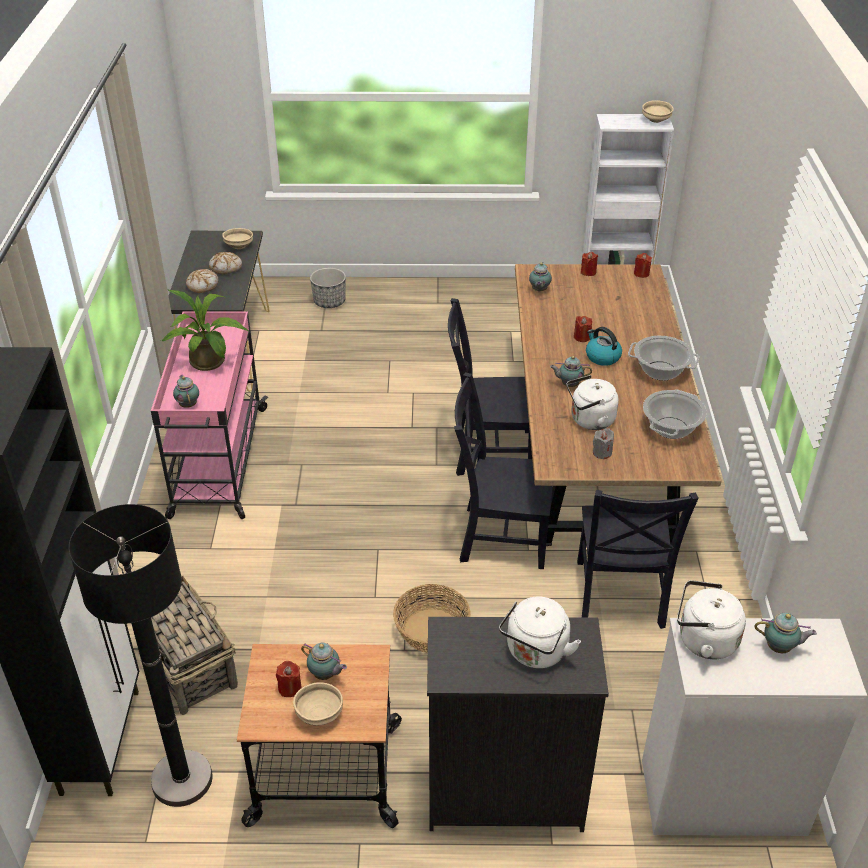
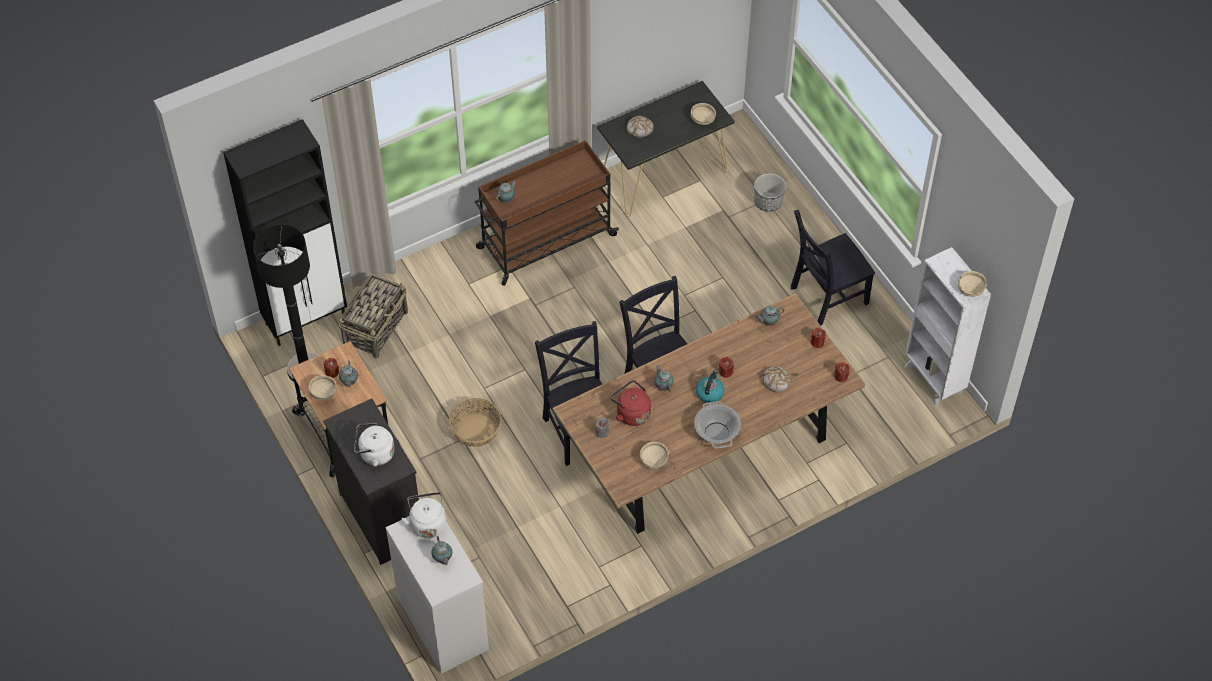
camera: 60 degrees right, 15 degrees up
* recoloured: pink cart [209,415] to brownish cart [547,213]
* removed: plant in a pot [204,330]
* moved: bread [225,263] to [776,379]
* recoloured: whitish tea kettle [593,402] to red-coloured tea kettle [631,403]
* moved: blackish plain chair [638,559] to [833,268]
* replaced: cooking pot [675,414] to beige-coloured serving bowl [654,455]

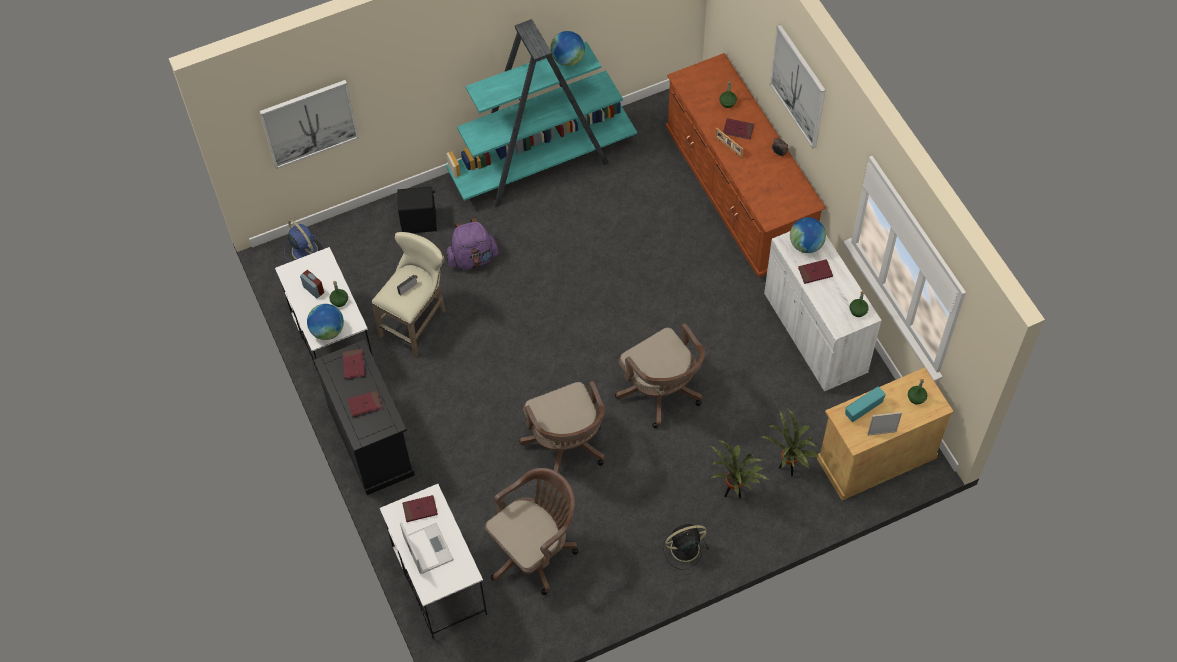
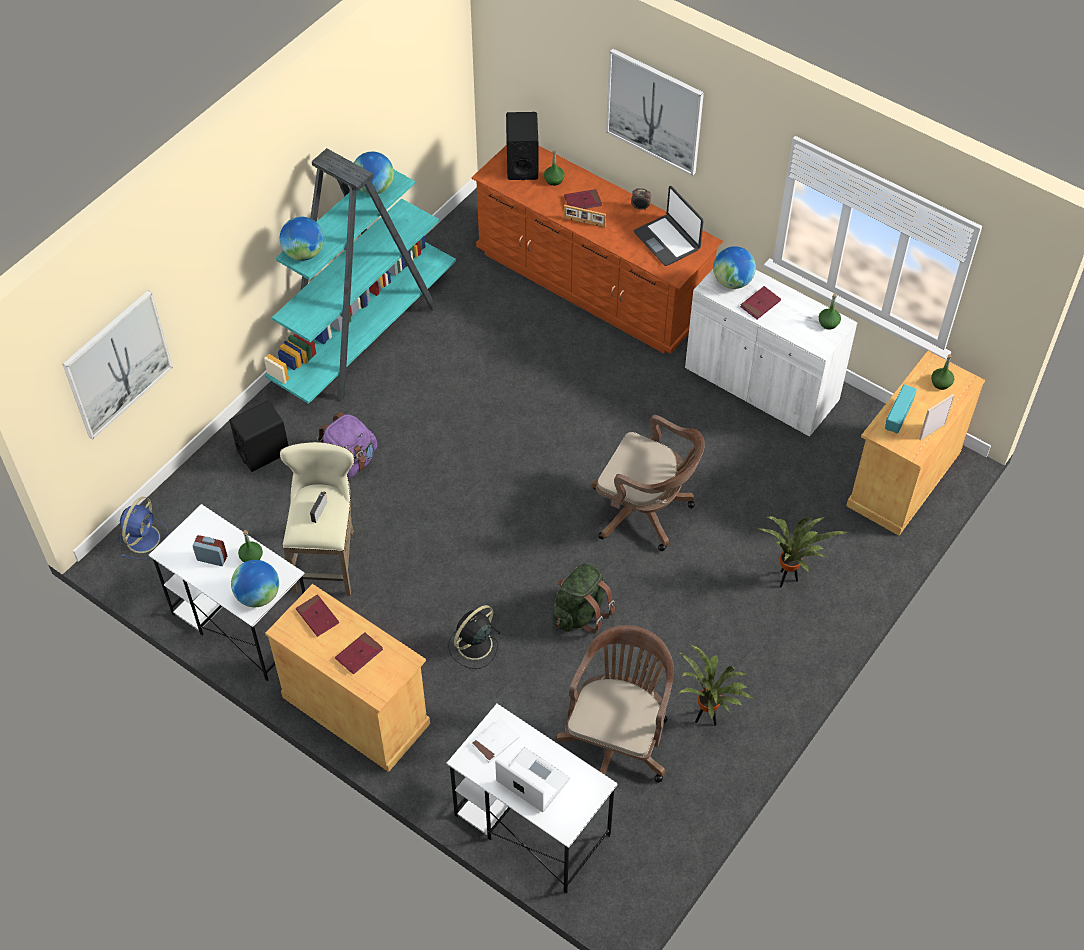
camera: 30 degrees left, 5 degrees down
* turned: blue cooling fan [304,240] = [144,528] 90 degrees clockwise
* recoloured: blackish cabinet [364,417] to beige-coloured cabinet [347,678]
* recoloured: red-coloured volume [420,508] to whitish volume [495,740]
* replaced: brownish office chair [562,426] to green knapsack [584,598]
* moved: blackish cooling fan [686,547] to [474,637]
* moved: plant in a pot [790,443] to [716,685]
* added: desk globe [302,239]
* added: blackish speaker [522,146]
* added: laptop [668,226]

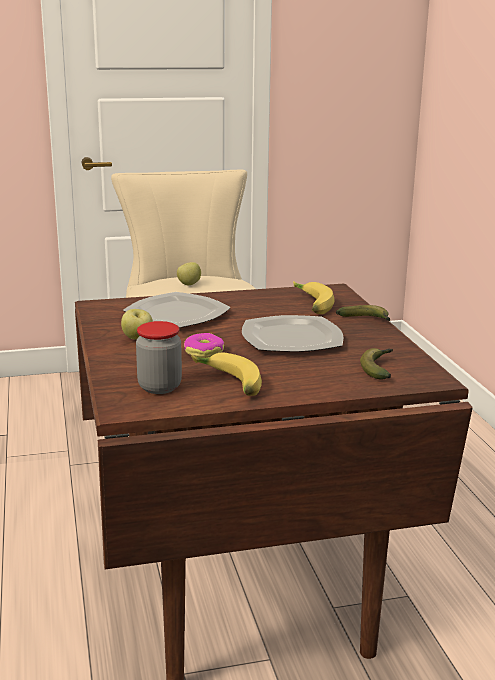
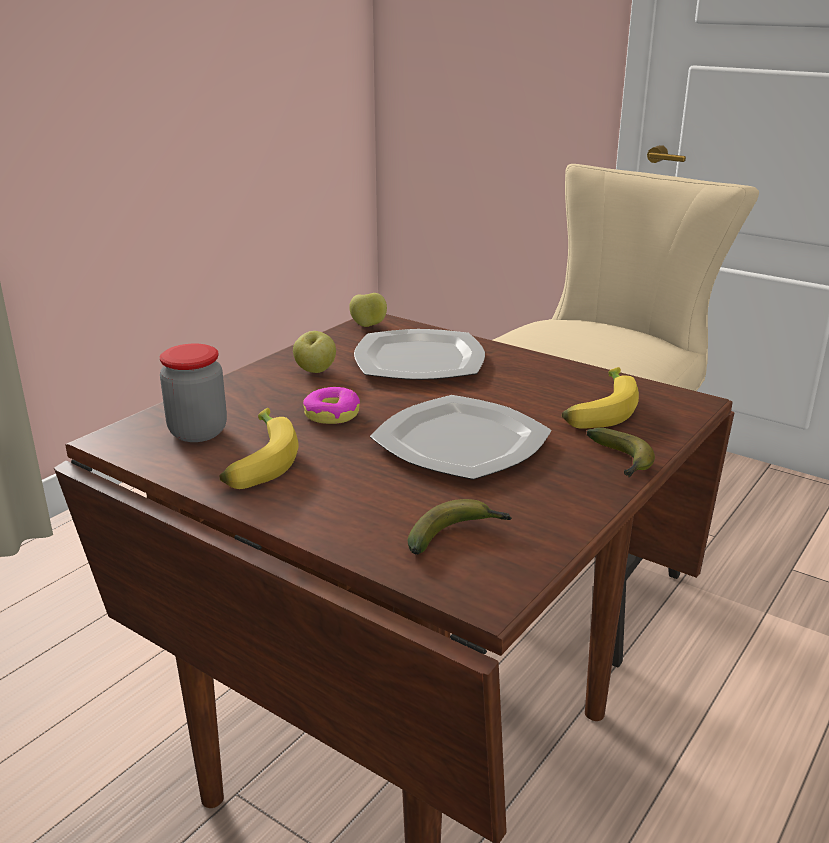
camera: 50 degrees right, 5 degrees up
* moved: apple [189,273] to [368,310]

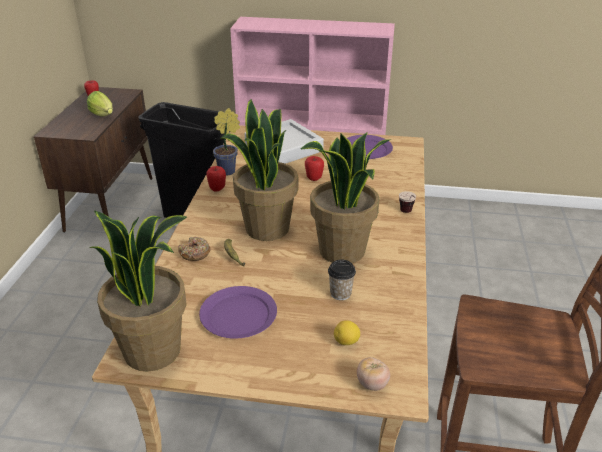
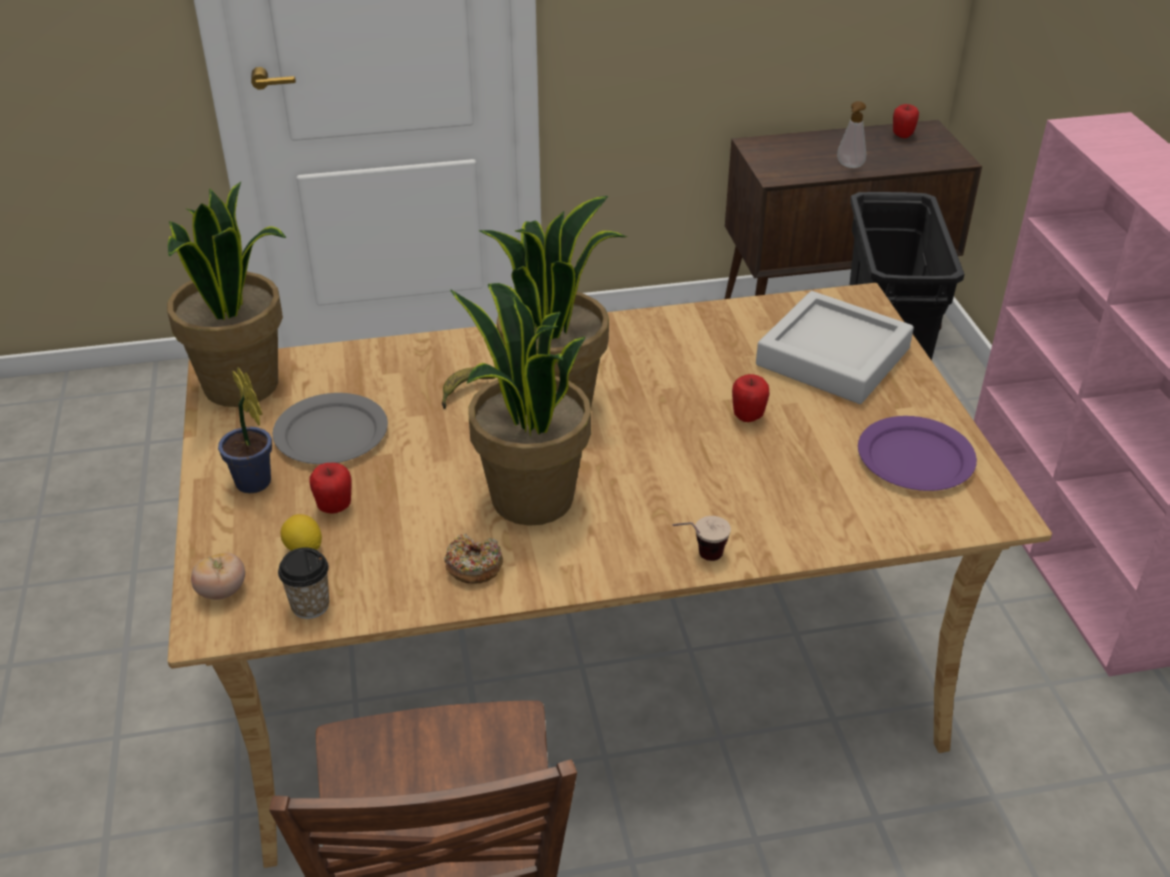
camera: 70 degrees right, 5 degrees up
* replaced: lettuce [100,103] to soap dispenser [851,134]
* moved: donut [194,249] to [473,558]
* recoloured: purple-coloured plate [238,312] to greyish plate [330,428]
* moved: apple [216,179] to [330,488]
* moved: plant in a pot [226,142] to [245,429]
* moved: drinking cup [342,280] to [303,583]

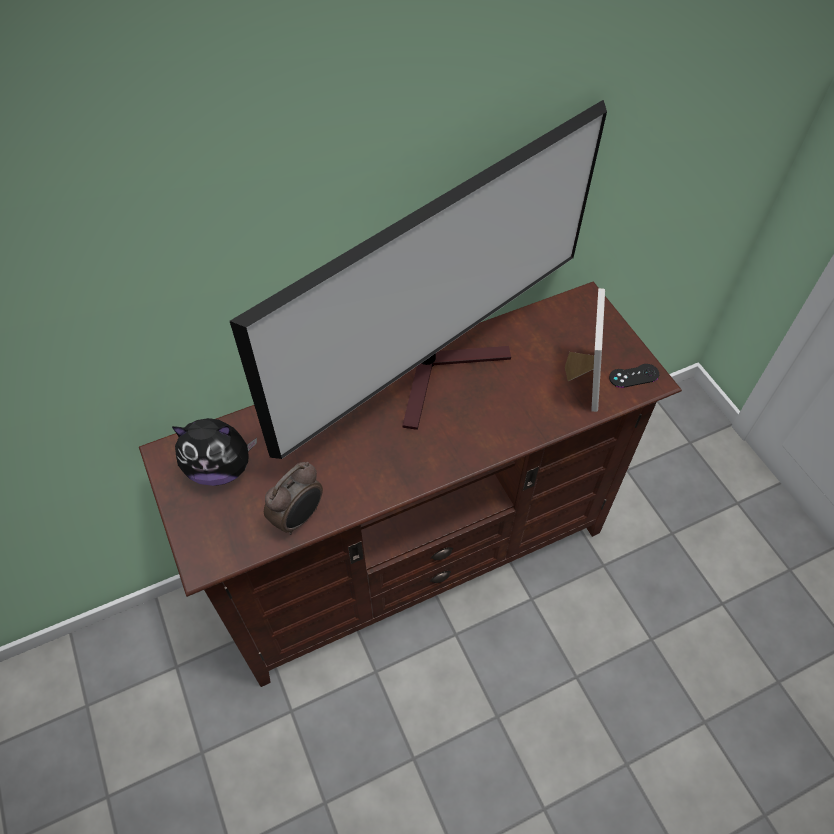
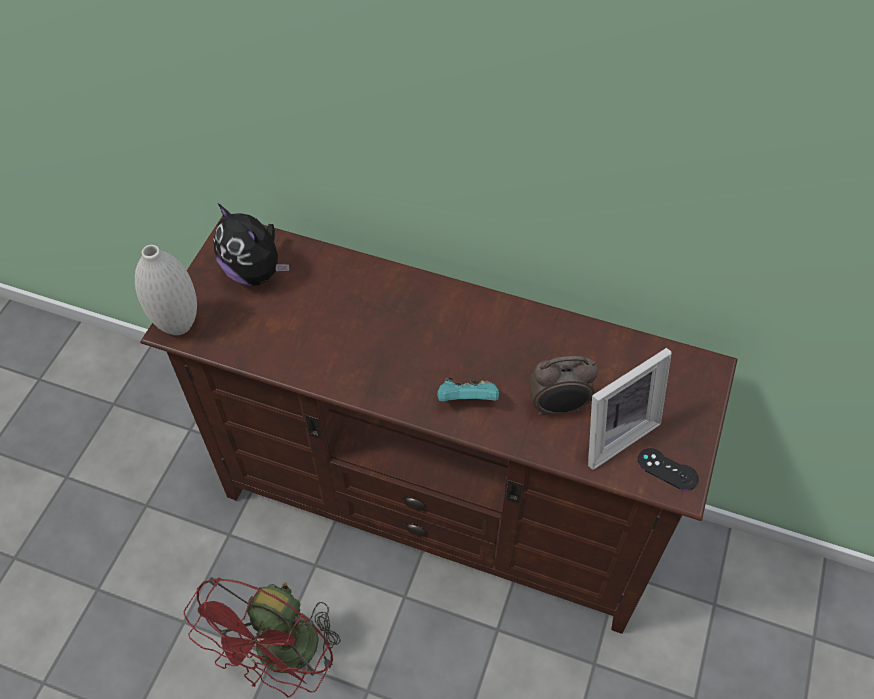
camera: 45 degrees right, 0 degrees up
* removed: TV [418,279]
* moved: bedside clock [293,498] to [563,385]
* added: whitish vase [166,290]
* added: red-coloured cooling fan [262,637]
* added: turquoise-coloured game controller [468,390]

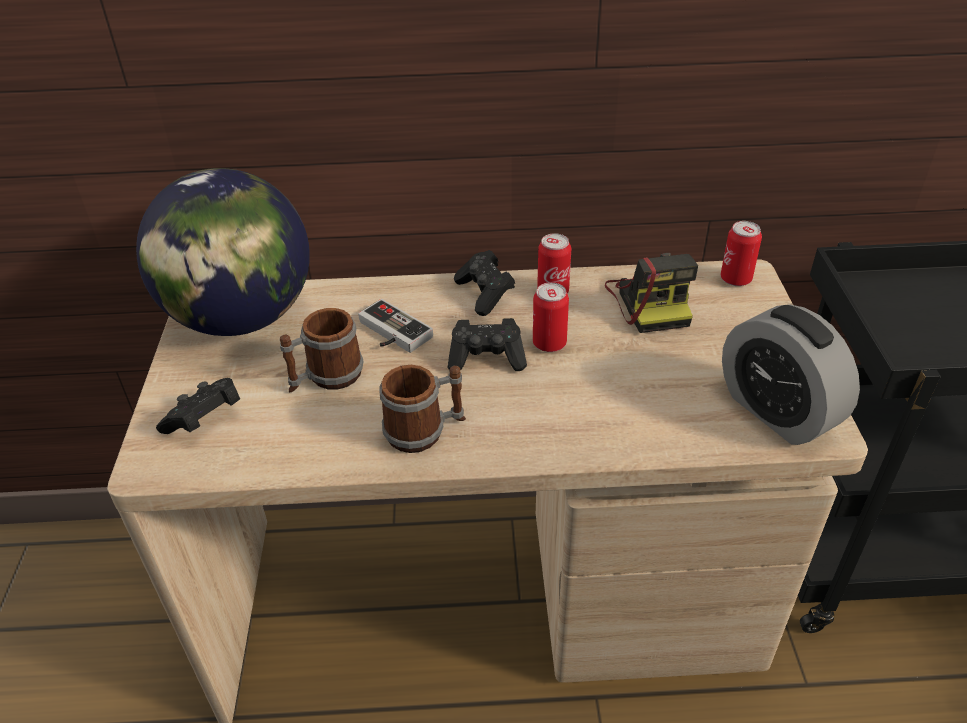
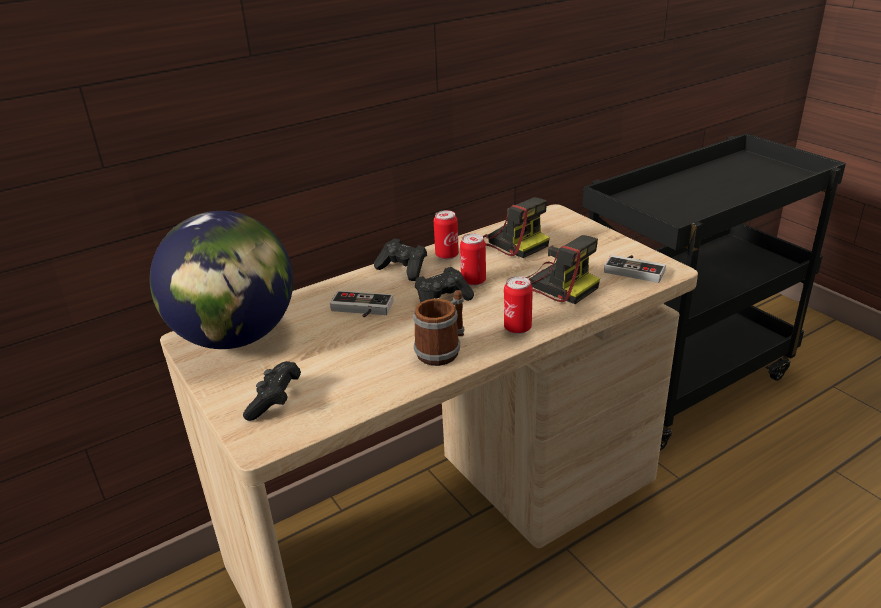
camera: 30 degrees left, 10 degrees down
* removed: mug [321,350]
* moved: sealed can [741,253] to [518,305]
* replaced: bedside clock [791,374] to game controller [635,269]
* added: still camera [563,269]

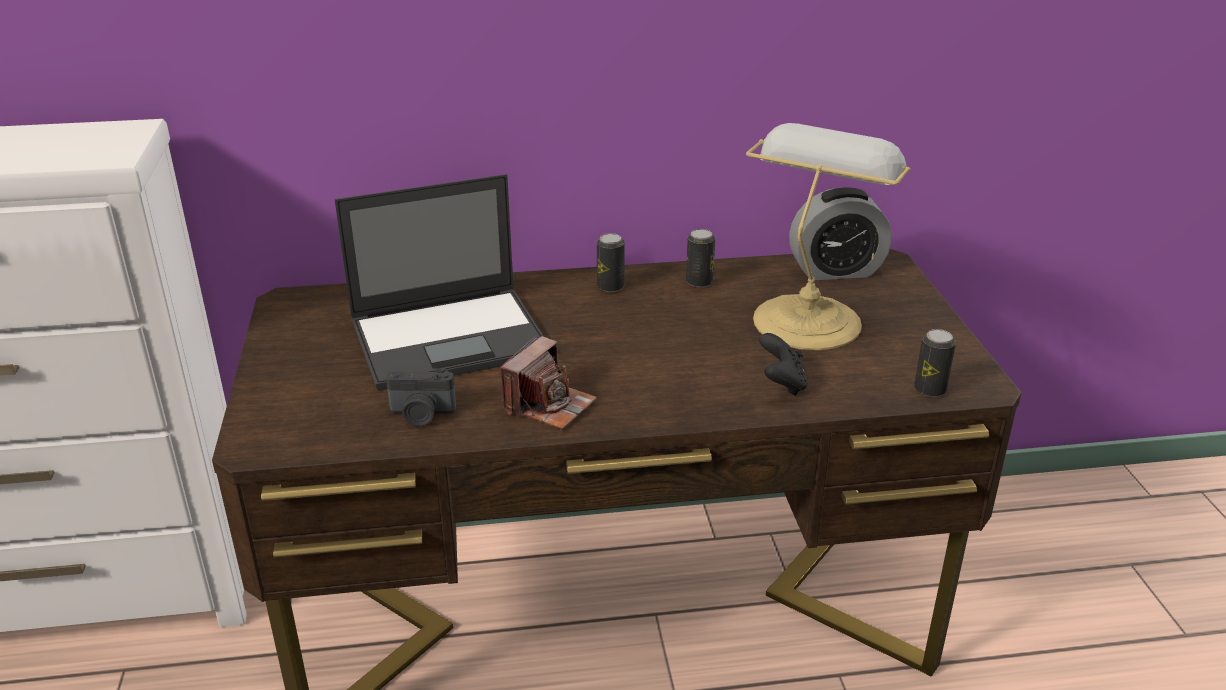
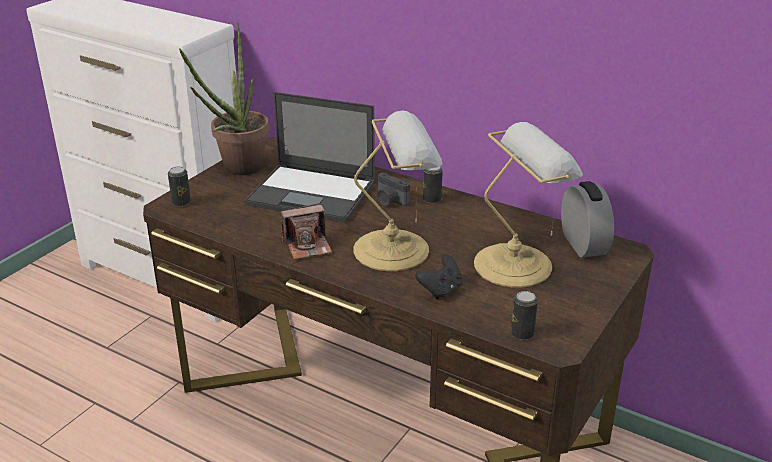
camera: 40 degrees right, 0 degrees up
* moved: still camera [421,397] to [393,189]
* moved: sealed can [700,258] to [179,186]
* turned: bedside clock [840,233] = [587,219] 135 degrees counterclockwise
* added: plant in a pot [224,99]
* added: lamp for a table [397,191]

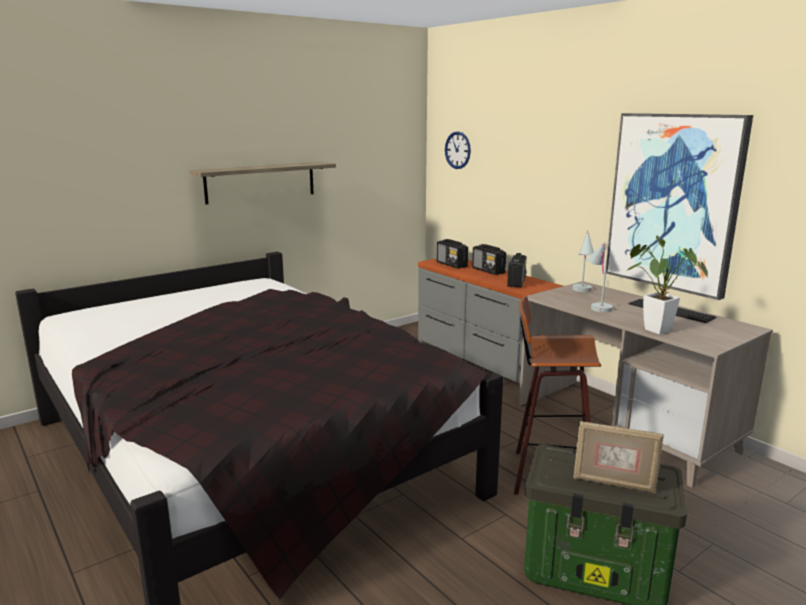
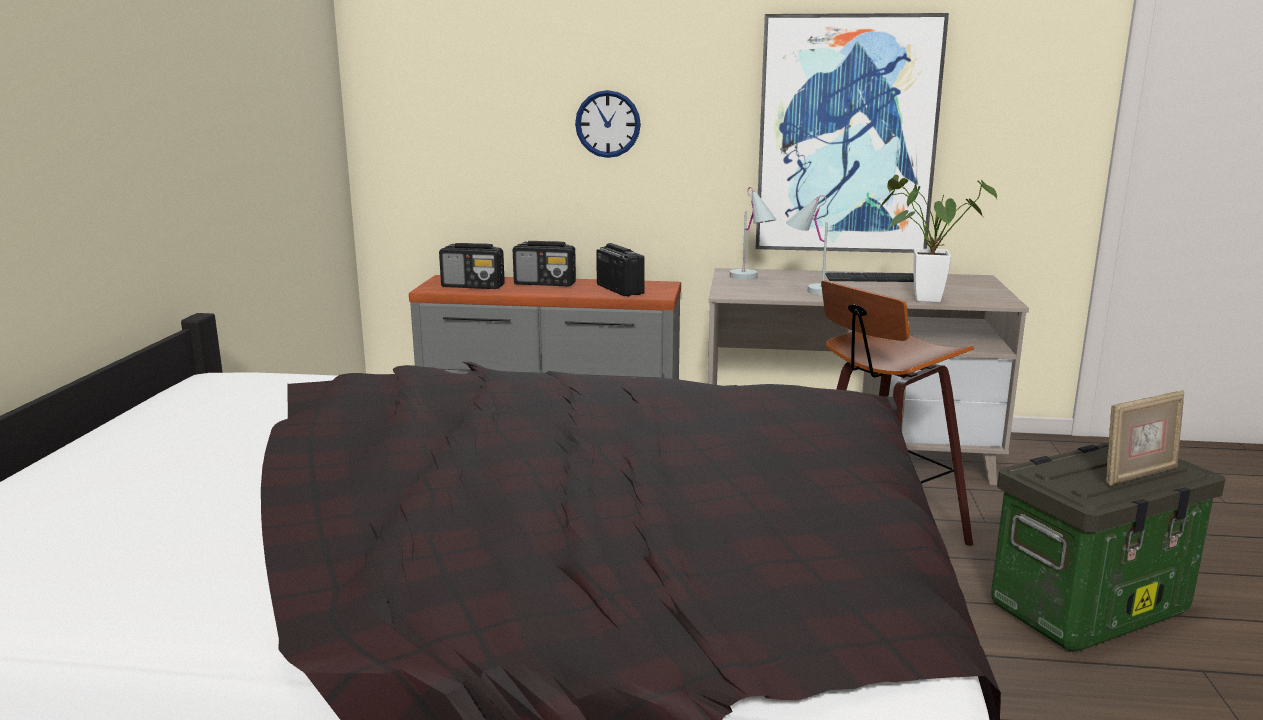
camera: 45 degrees left, 0 degrees up
* removed: shelf [262,183]
* moved: hanging clock [458,150] to [608,124]

